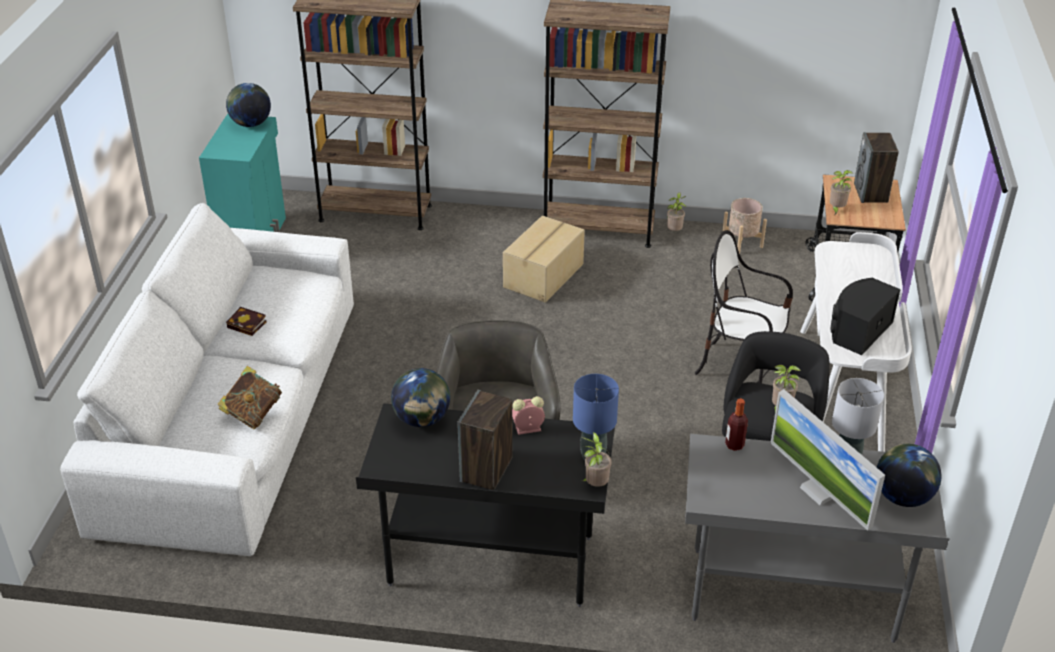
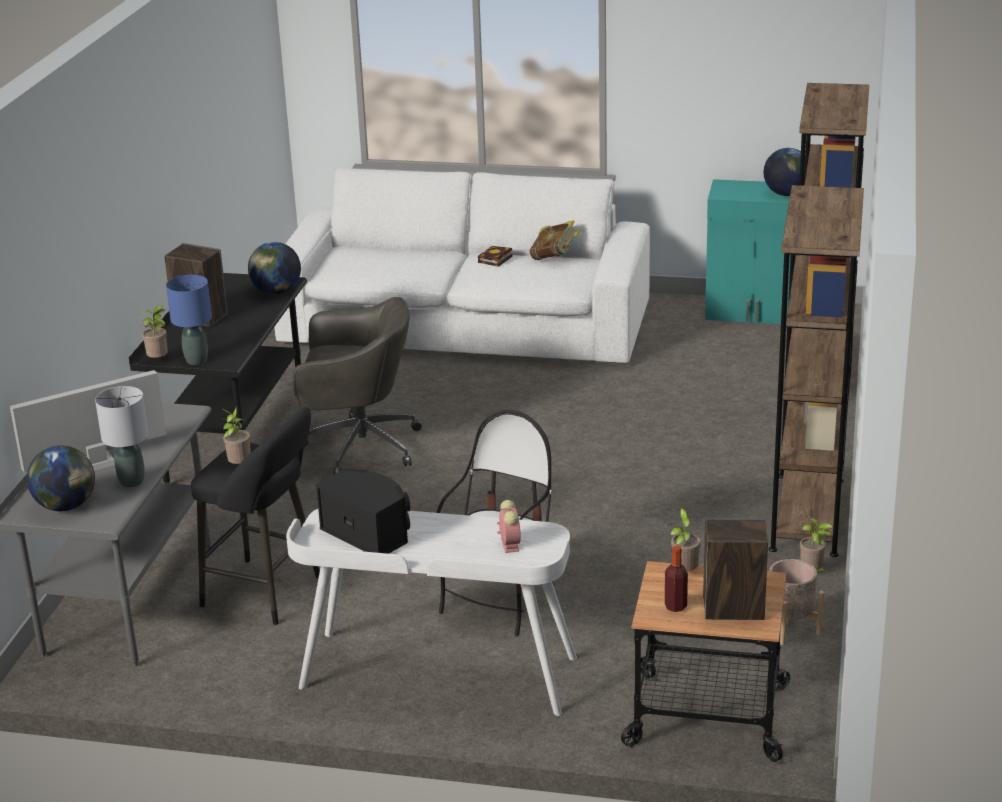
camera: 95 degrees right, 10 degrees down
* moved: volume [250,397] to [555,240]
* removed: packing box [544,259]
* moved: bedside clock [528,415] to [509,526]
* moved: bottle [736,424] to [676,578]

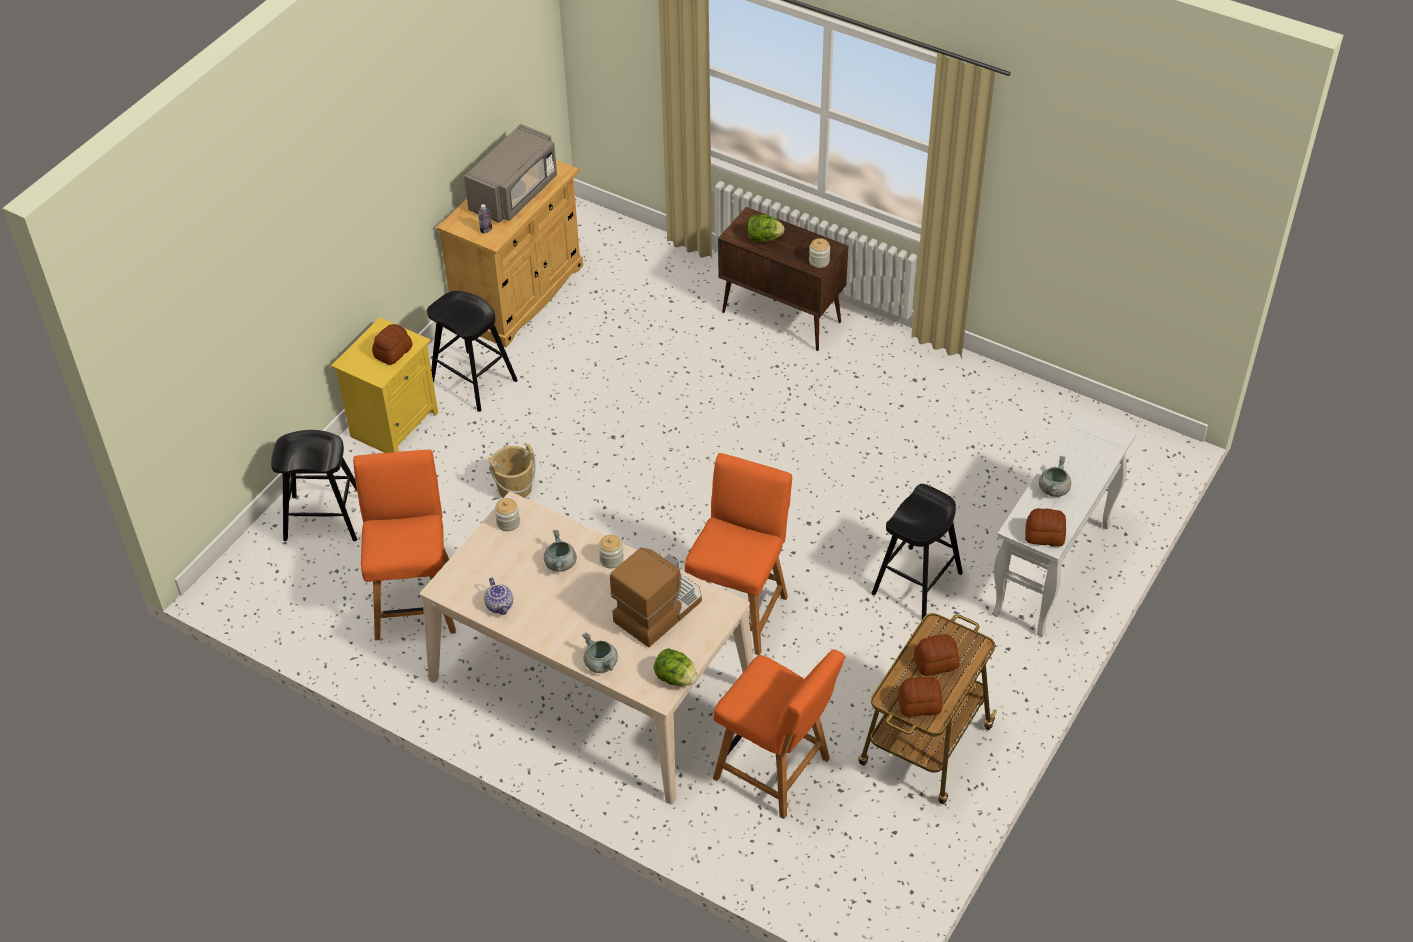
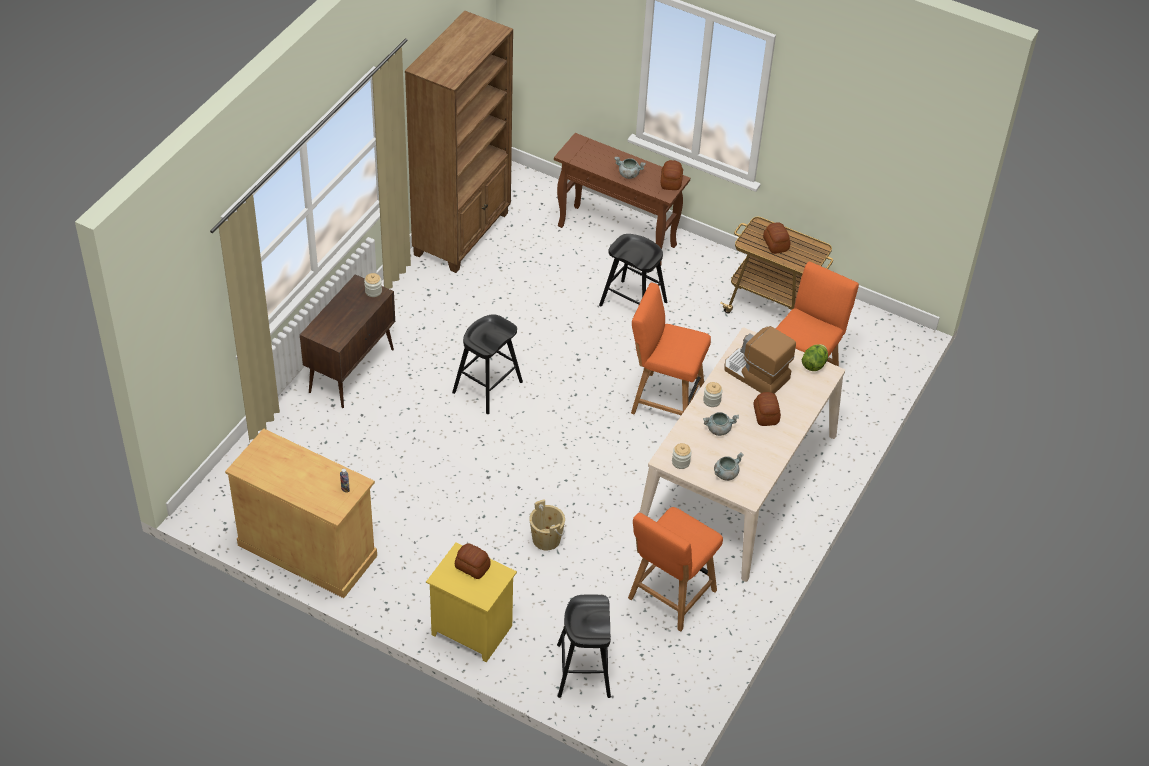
camera: 95 degrees left, 0 degrees up
* turned: orange-coloured plain chair [404,545] = [675,569] 45 degrees counterclockwise
* moved: blackish stool [472,351] to [487,364]
* removed: greyish microwave oven [510,173]
* removed: tea pot [498,596]
* moved: greyish cooking pot [600,652] to [729,466]
* removed: lettuce [765,228]
* moved: bread [920,697] to [767,409]
* recoloured: whitish narrow table [1064,524] to brownish narrow table [622,199]
* added: brownish bookshelf [459,142]

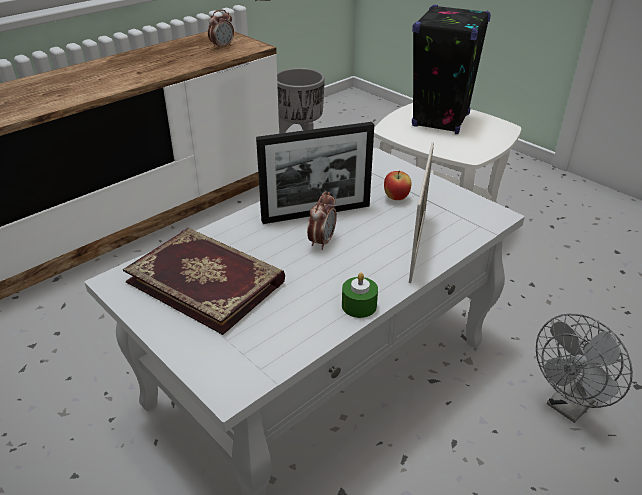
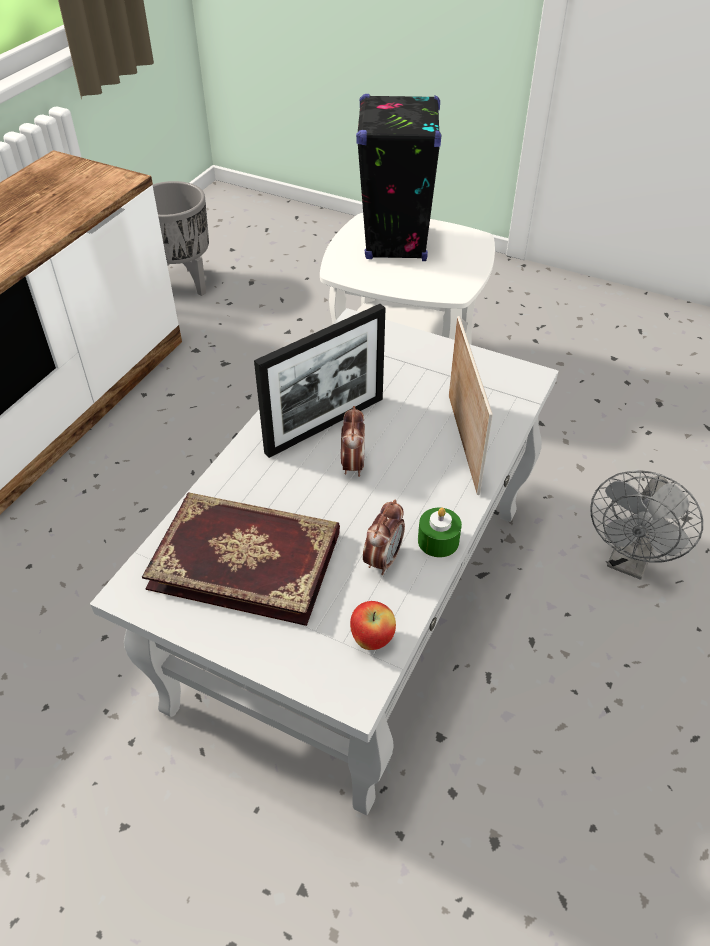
camera: 20 degrees left, 10 degrees up
* moved: bedside clock [221,29] to [384,537]
* moved: apple [398,185] to [373,625]

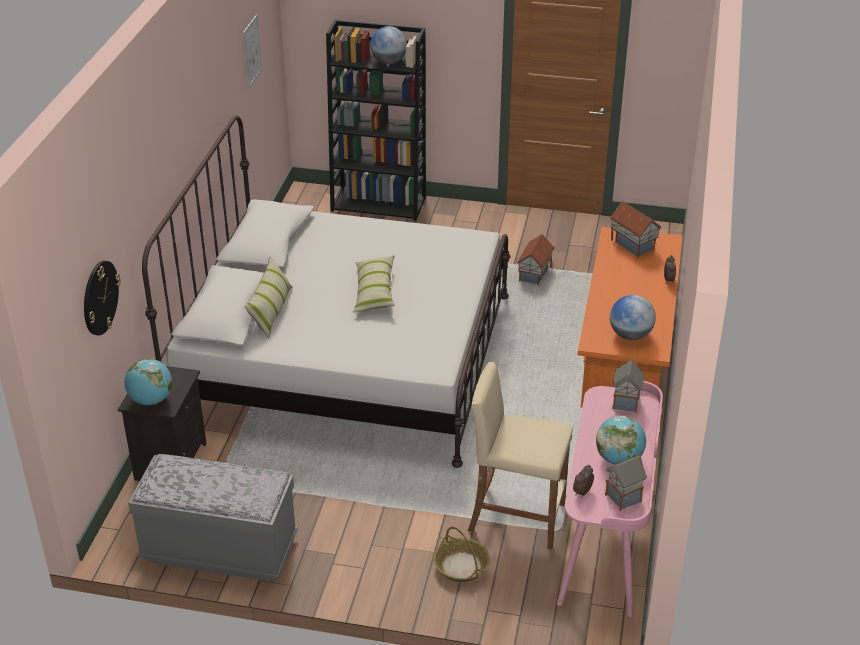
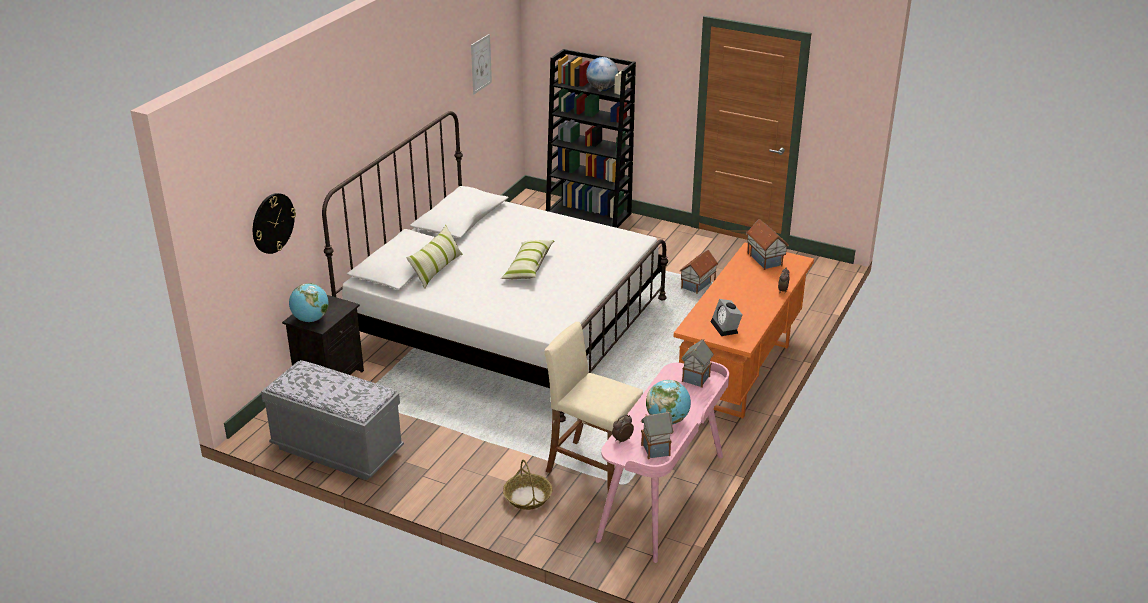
camera: 15 degrees right, 5 degrees down
* replaced: desk globe [633,317] to bedside clock [727,317]

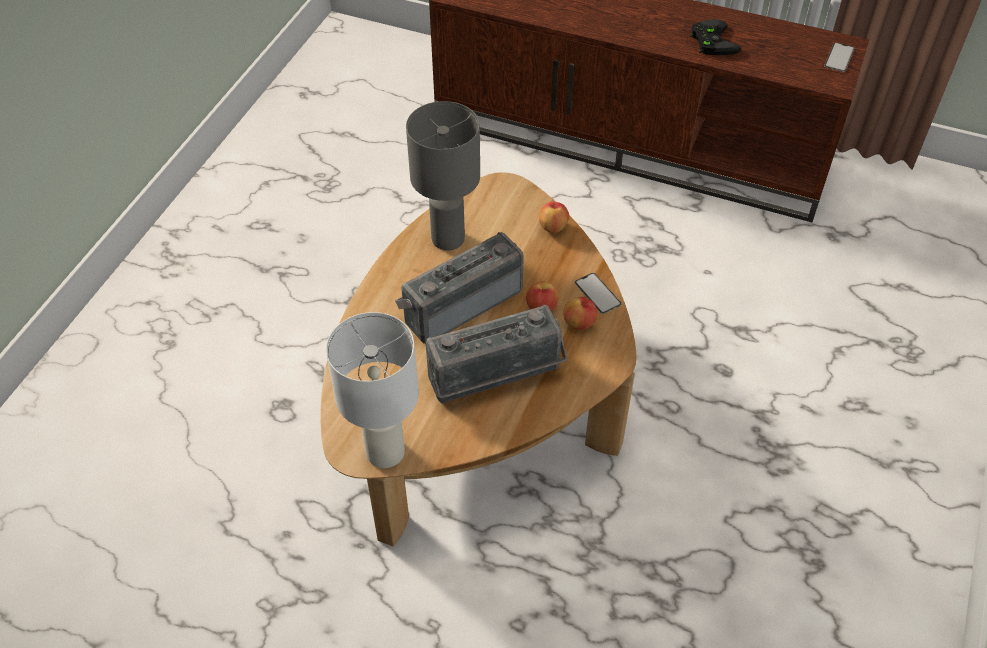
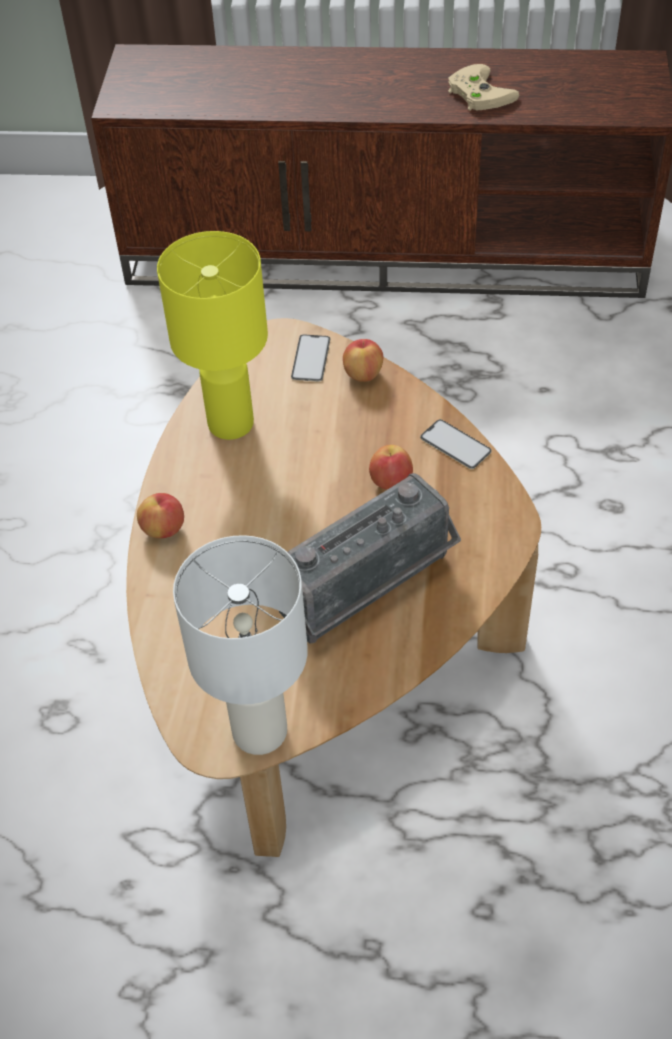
camera: 15 degrees left, 0 degrees up
* removed: radio receiver [459,288]
* recoloured: greyish lamp for a table [443,175] to yellow lamp for a table [212,335]
* moved: apple [580,313] to [160,515]
* recoloured: blackish game controller [715,37] to beige-coloured game controller [483,87]
* moved: phone [839,57] to [310,358]

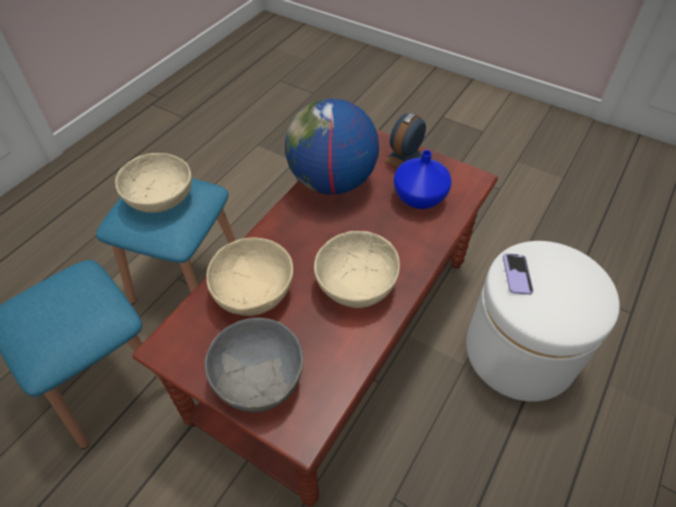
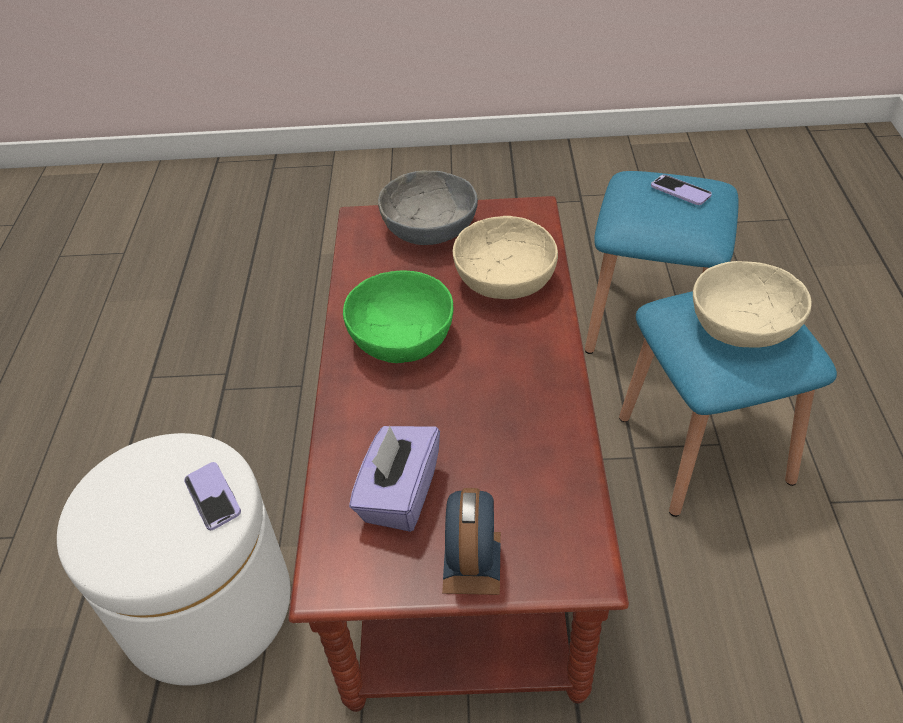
camera: 150 degrees right, 5 degrees down
* removed: desk globe [332,146]
* recoloured: beige-coloured serving bowl [357,269] to green serving bowl [398,317]
* replaced: blue vase [423,179] to purple-coloured box of tissues [394,479]
* added: phone [681,190]

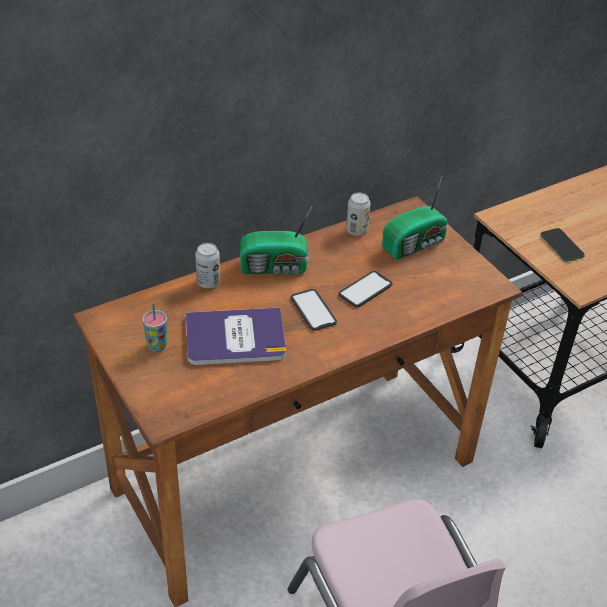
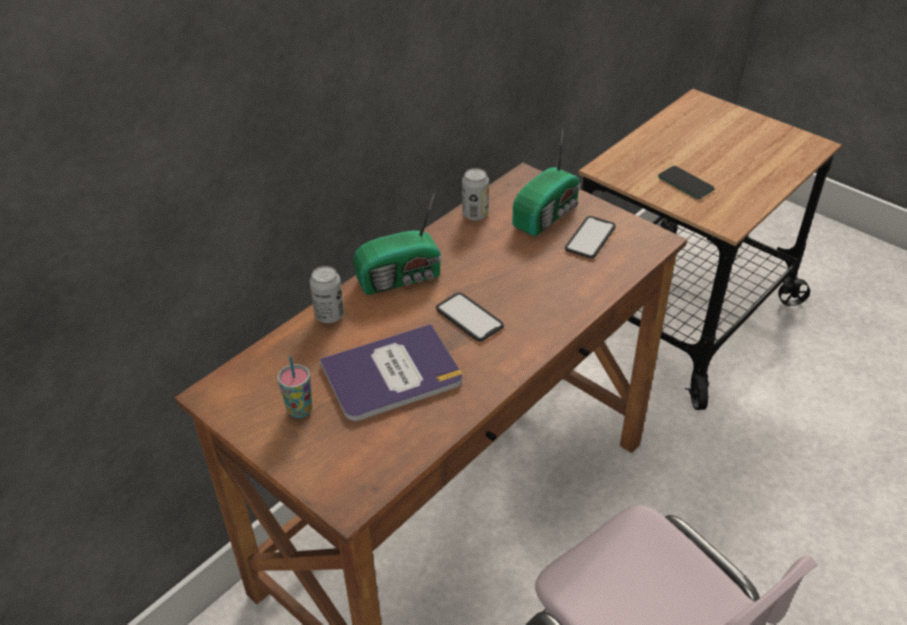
camera: 15 degrees left, 0 degrees up
* moved: phone [365,289] to [590,237]

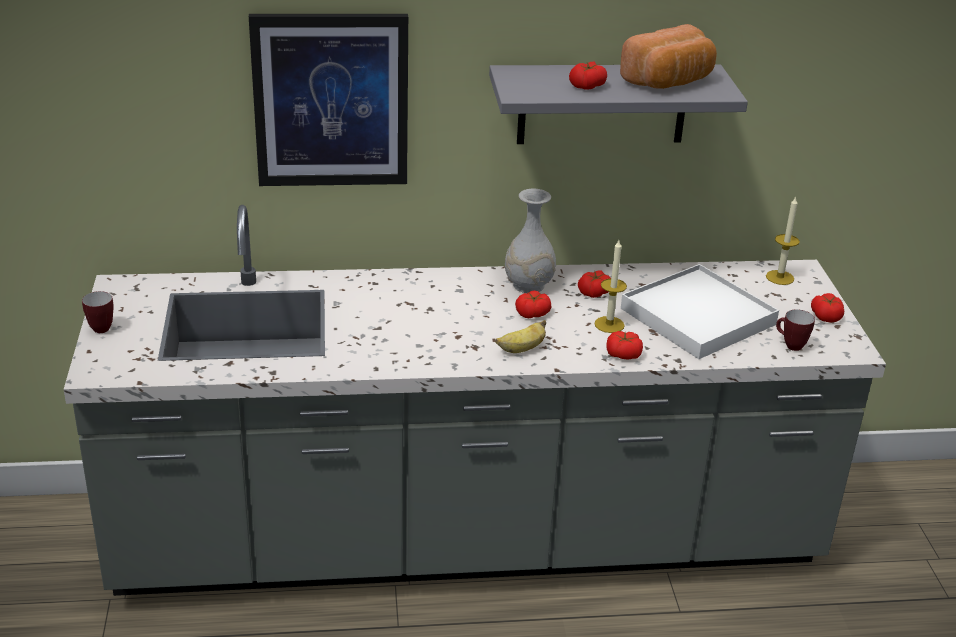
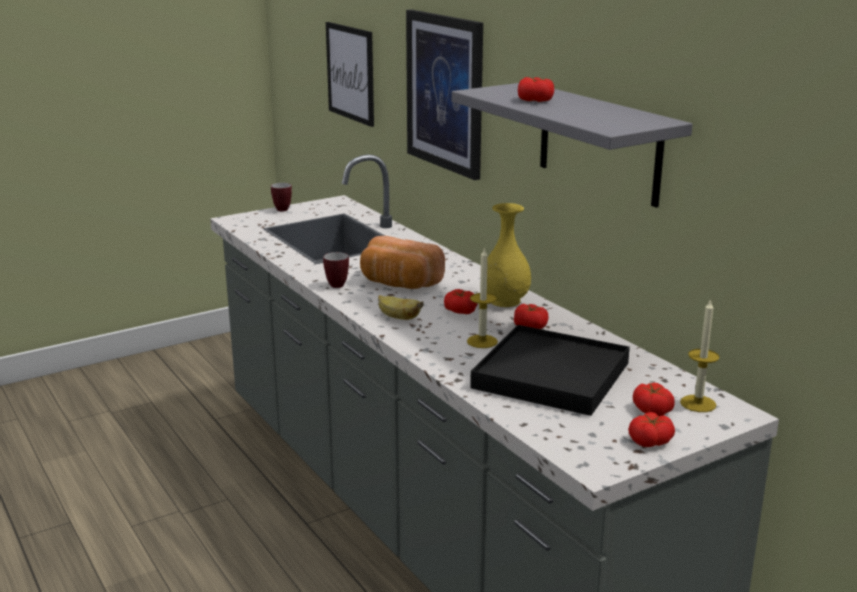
camera: 65 degrees right, 10 degrees down
* recoloured: whitish vase [530,241] to yellow vase [509,255]
* moved: fresh tomato [624,345] to [654,399]
* moved: bread [668,56] to [402,262]
* recoloured: whitish serving tray [700,311] to blackish serving tray [550,370]
* moved: mug [795,330] to [336,270]
* added: picture [350,74]

